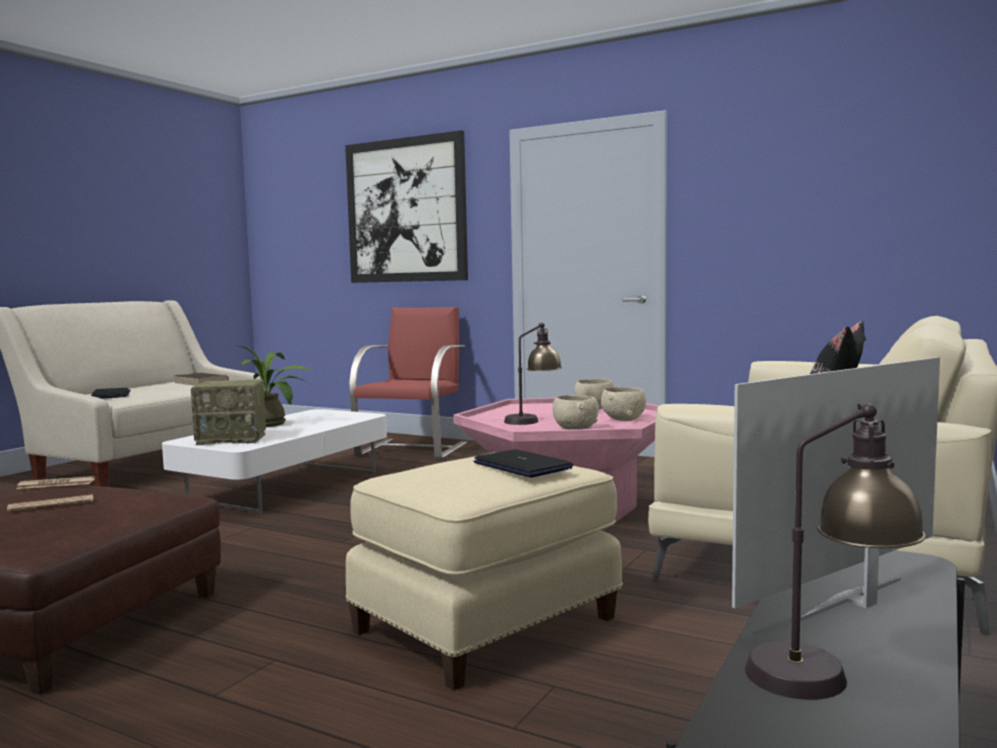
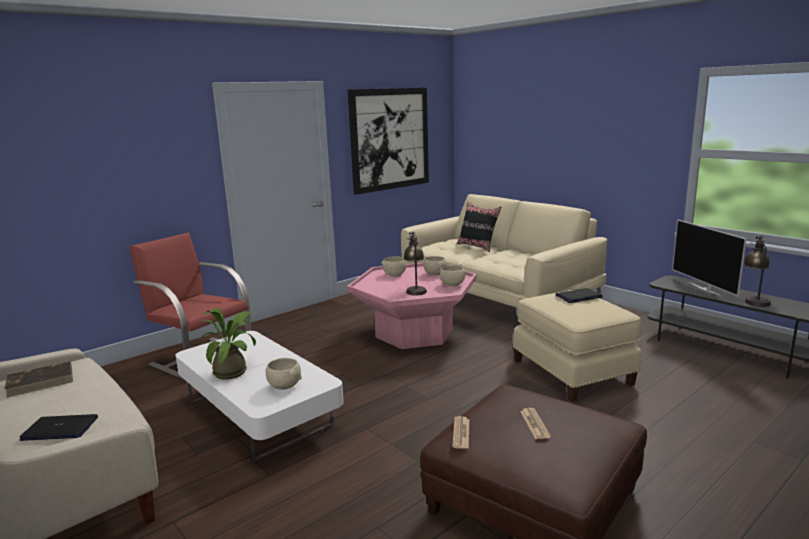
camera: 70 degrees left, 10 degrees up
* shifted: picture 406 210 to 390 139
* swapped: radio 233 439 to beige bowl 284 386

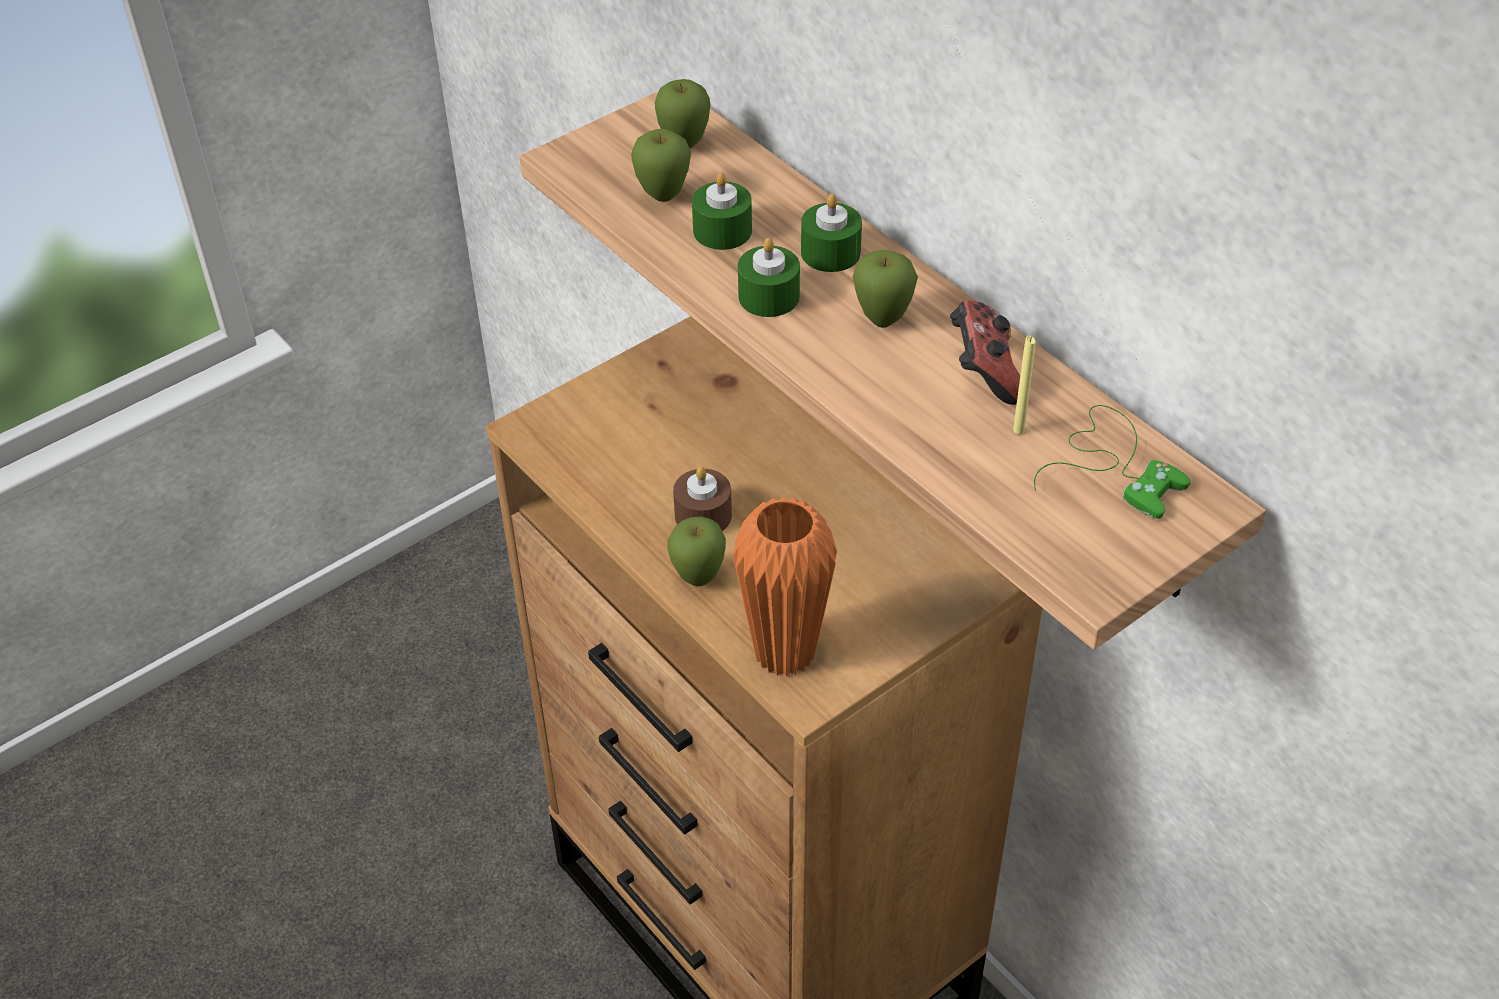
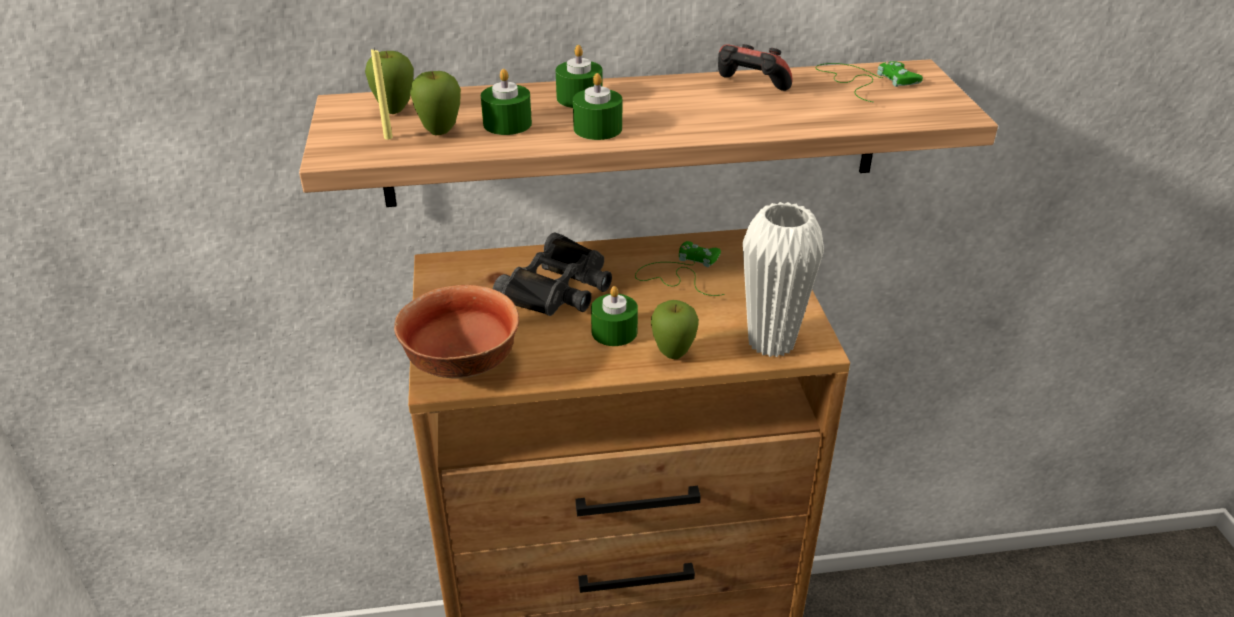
camera: 60 degrees left, 10 degrees down
* gone: apple 882 320
* shifted: yellow candle 1018 430 to 388 137
* repainted: brown candle 703 515 to green candle 614 331
* repainted: orange vase 784 653 to white vase 771 342
* new: black binoculars 559 288
* new: green game controller 681 273
* new: bowl 460 365

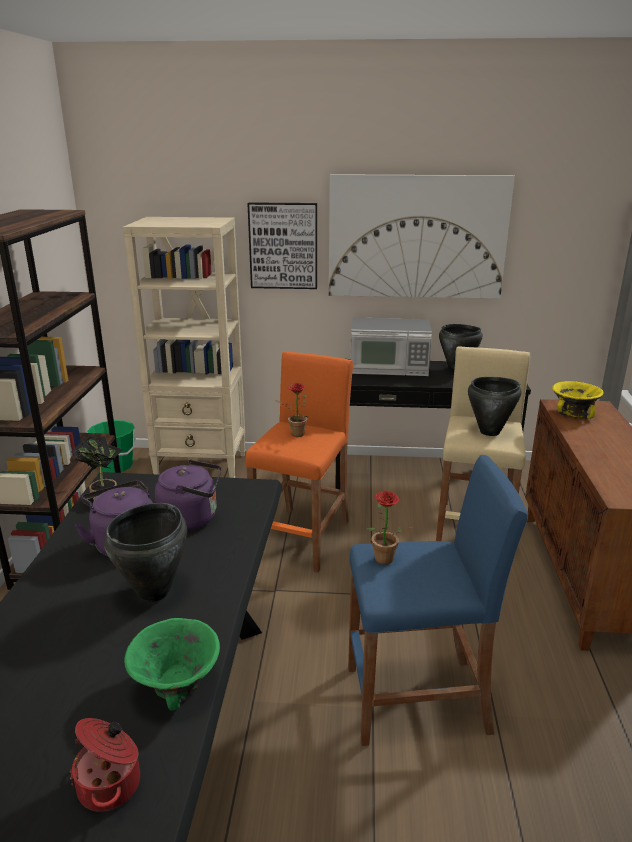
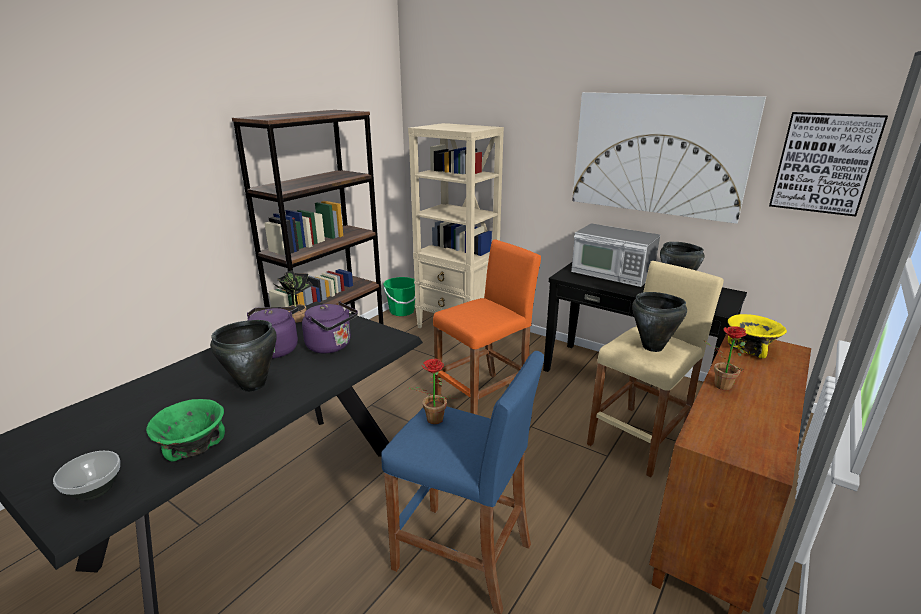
camera: 30 degrees right, 0 degrees up
* shifted: picture 283 246 to 824 163
* shifted: potted plant 294 434 to 718 385
* swapped: cooking pot 111 784 to bowl 95 489

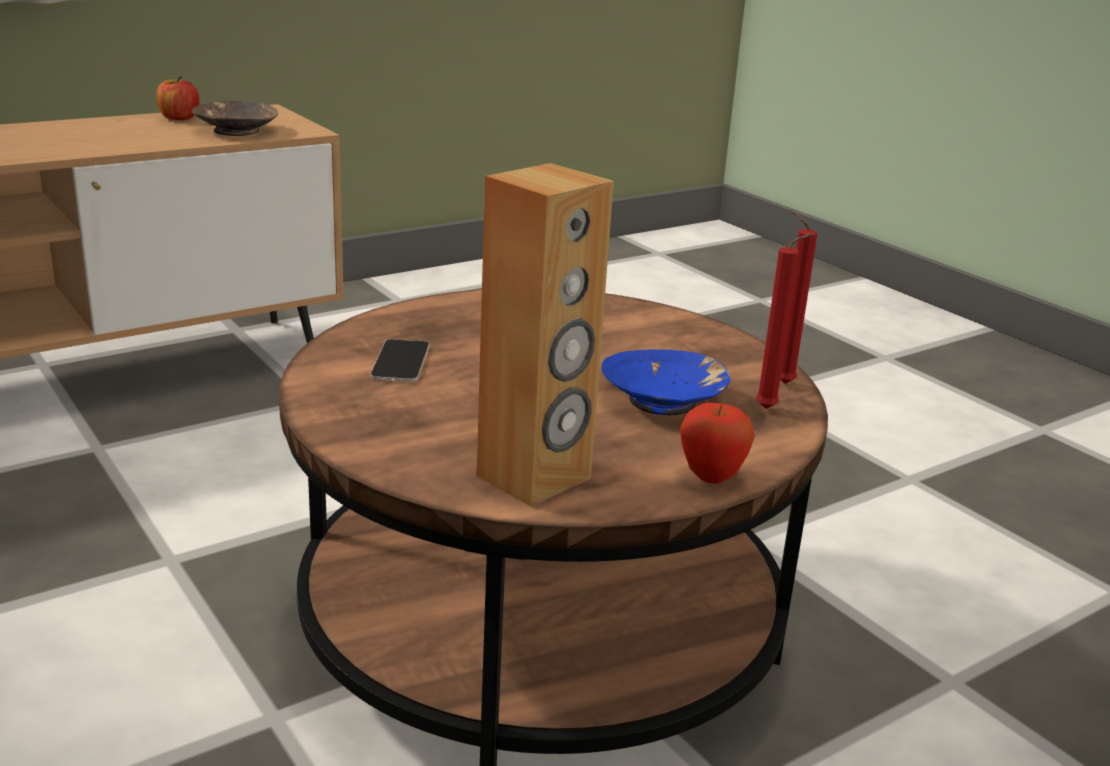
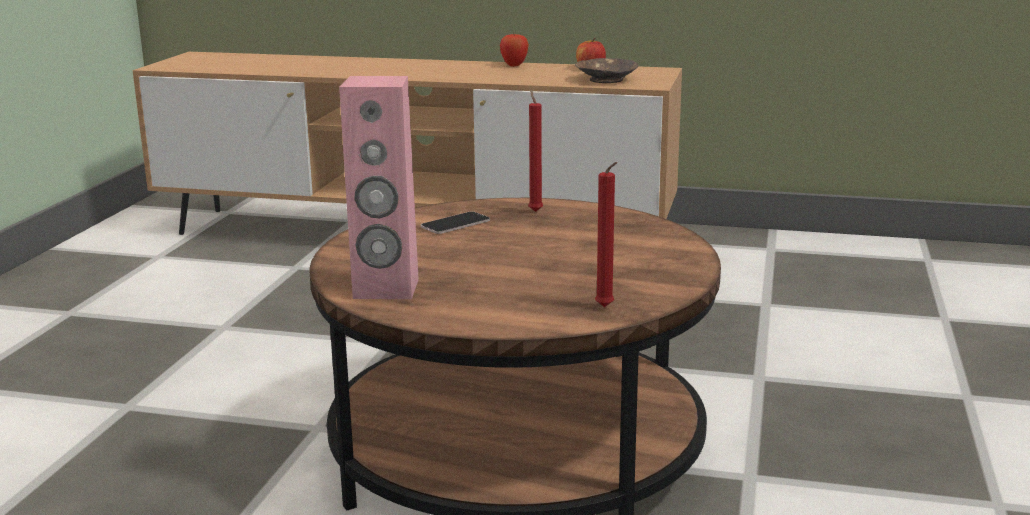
camera: 50 degrees right, 5 degrees down
* repainted: brown speaker 535 477 to pink speaker 386 289
* shifted: red candle 781 383 to 535 211
* gone: blue bowl 663 401
* shifted: apple 711 477 to 514 65

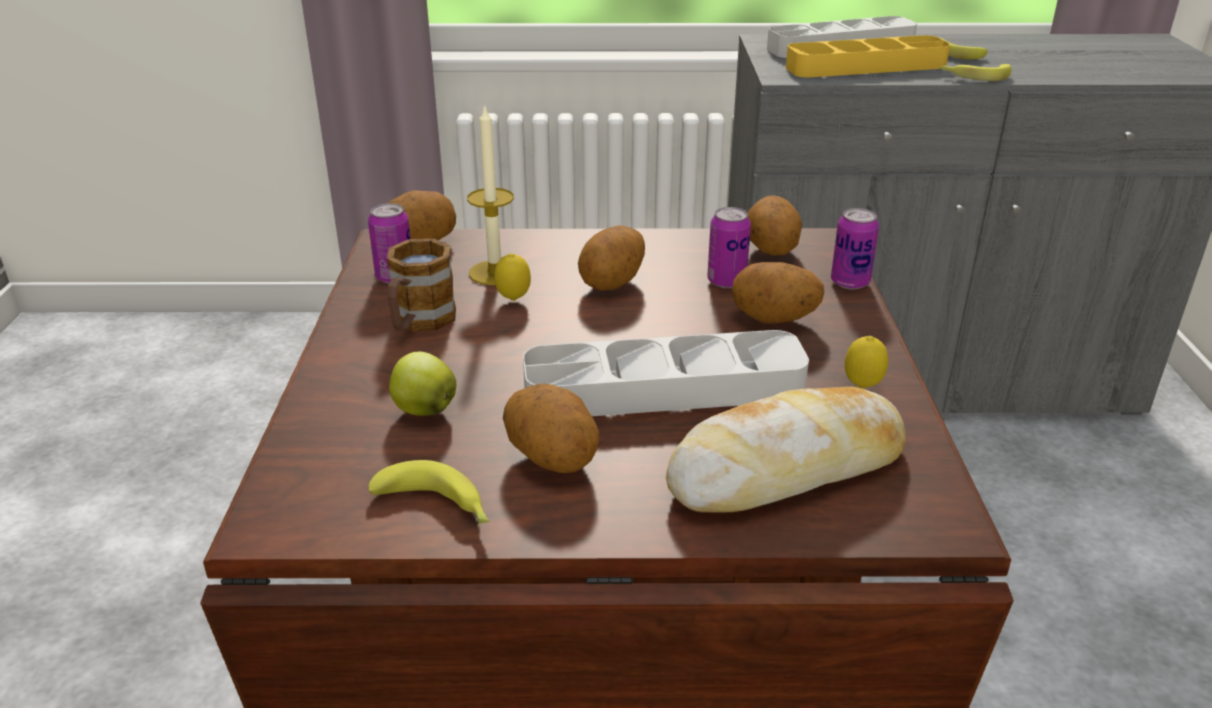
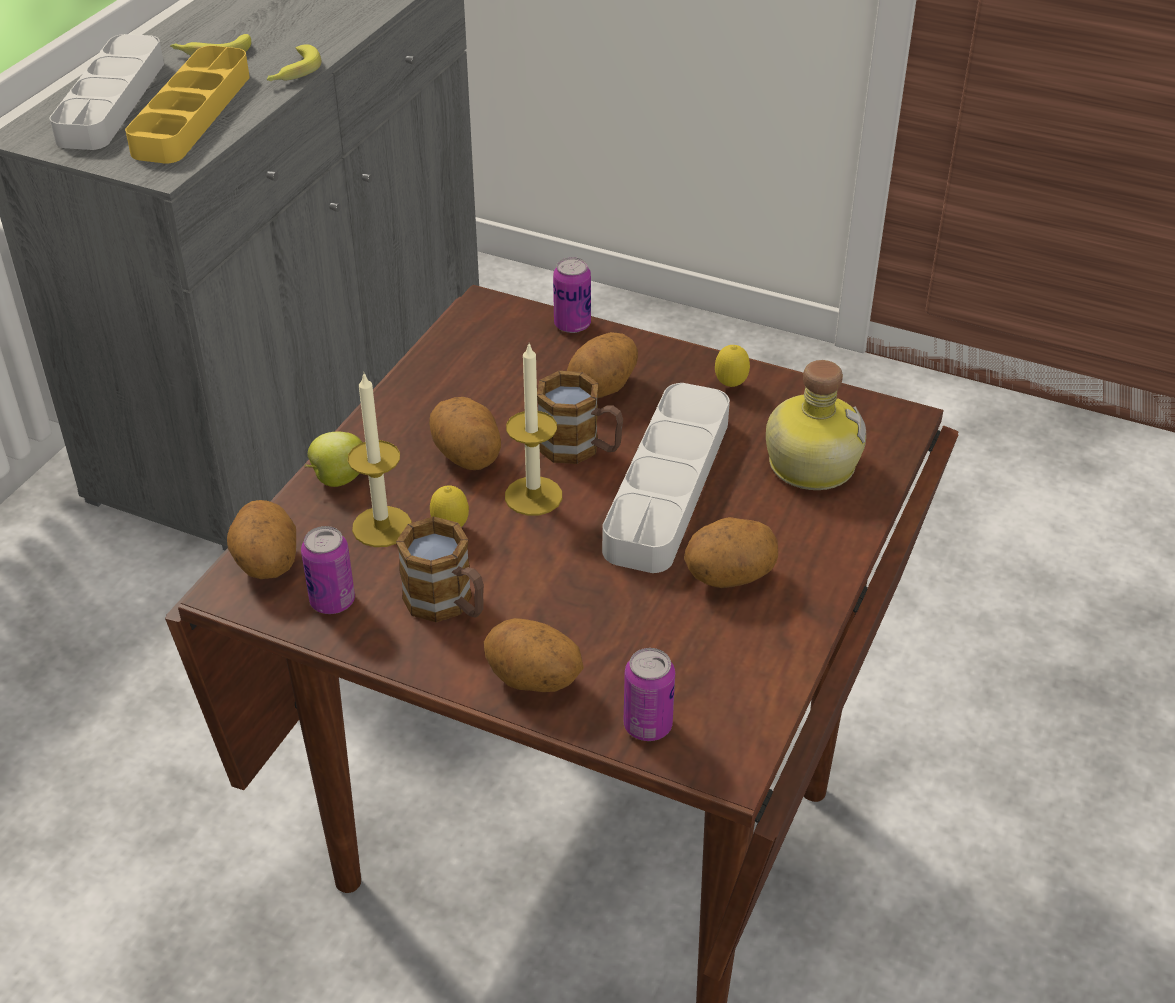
camera: 65 degrees left, 10 degrees up
* shifted: potato 770 251 to 532 681
* shifted: can 726 281 to 647 725
* shifted: apple 423 409 to 337 479
* swapped: bread 787 469 to bottle 809 463
* gone: banana 437 507
* new: candle 533 496
* new: mug 580 448

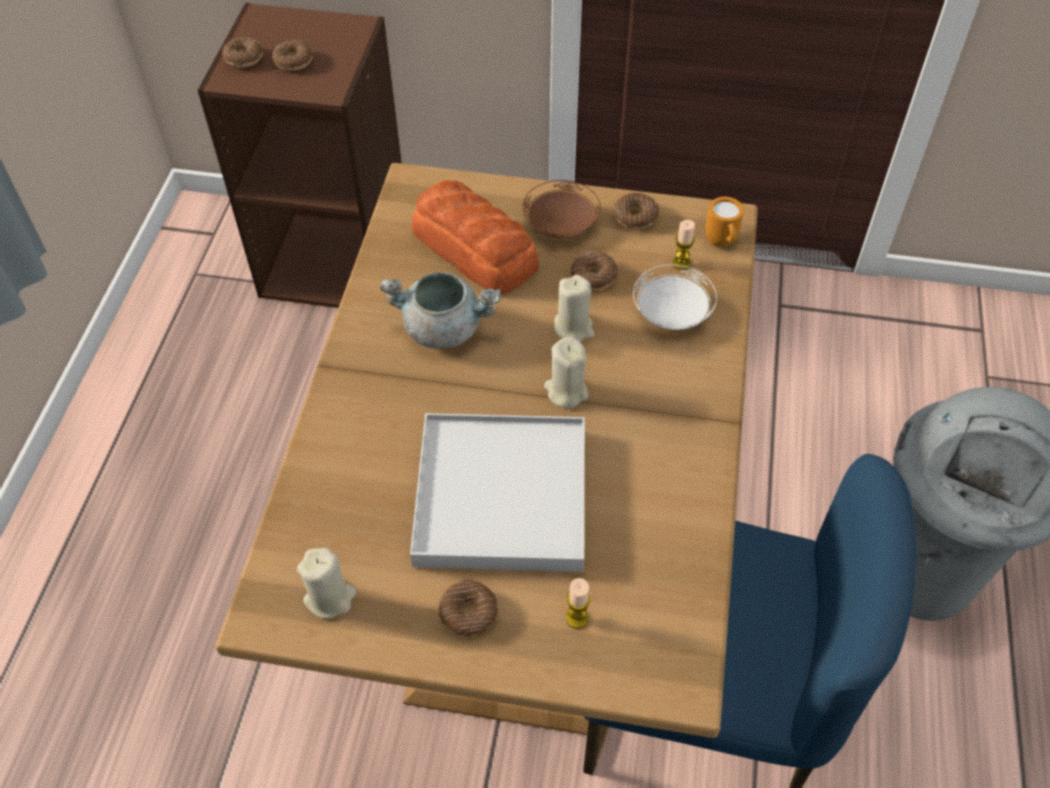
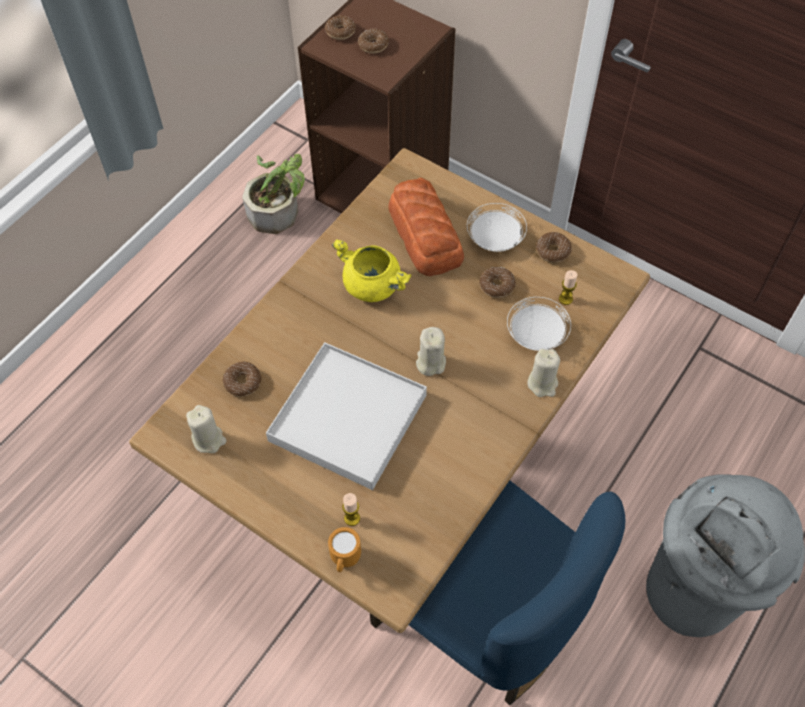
camera: 25 degrees right, 5 degrees up
* repainted: brown plate 561 225 to white plate 495 238
* shifted: orange mug 722 243 to 345 561
* repainted: grey cooking pot 444 328 to yellow cooking pot 373 285
* shifted: beige candle 574 327 to 542 383
* shifted: donut 468 612 to 242 382
* new: potted plant 279 210

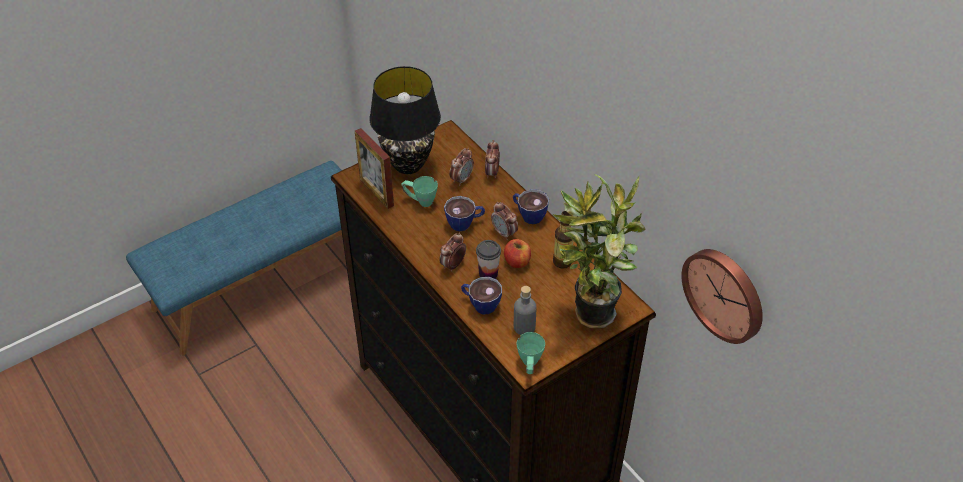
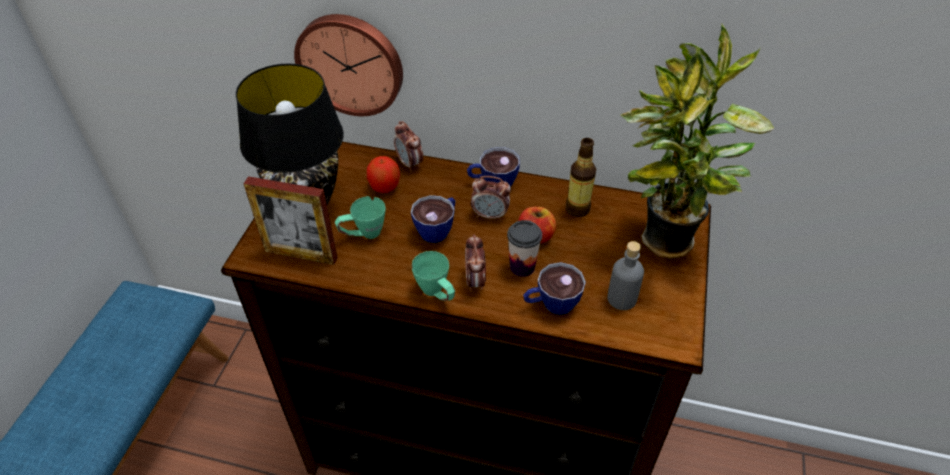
camera: 40 degrees left, 0 degrees up
* swapped: alarm clock 461 179 to apple 384 187
* shifted: wall clock 725 293 to 351 63
* shifted: green mug 529 366 to 437 294

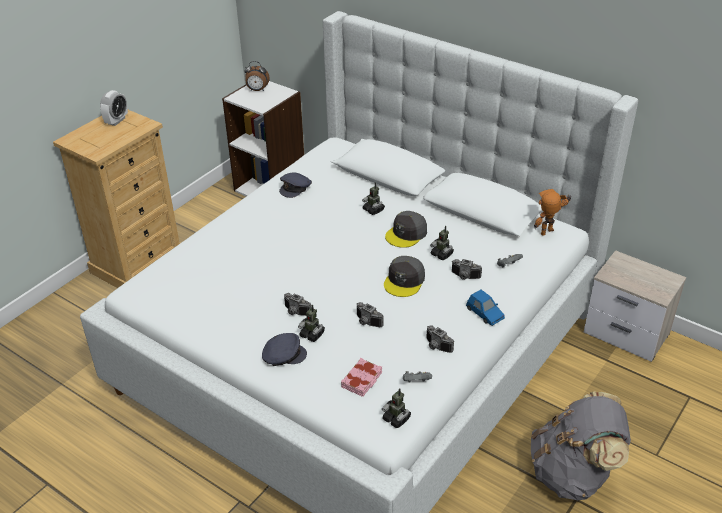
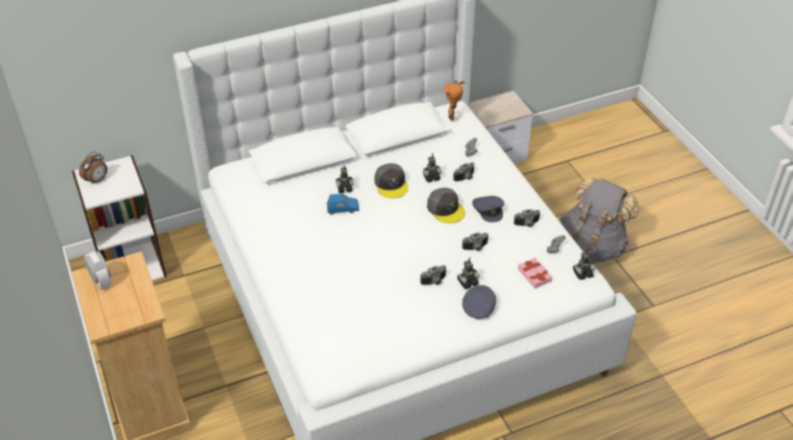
camera: 60 degrees left, 5 degrees up
* shifted: grey cap 295 188 to 488 210
* shifted: blue toy car 484 313 to 343 208

